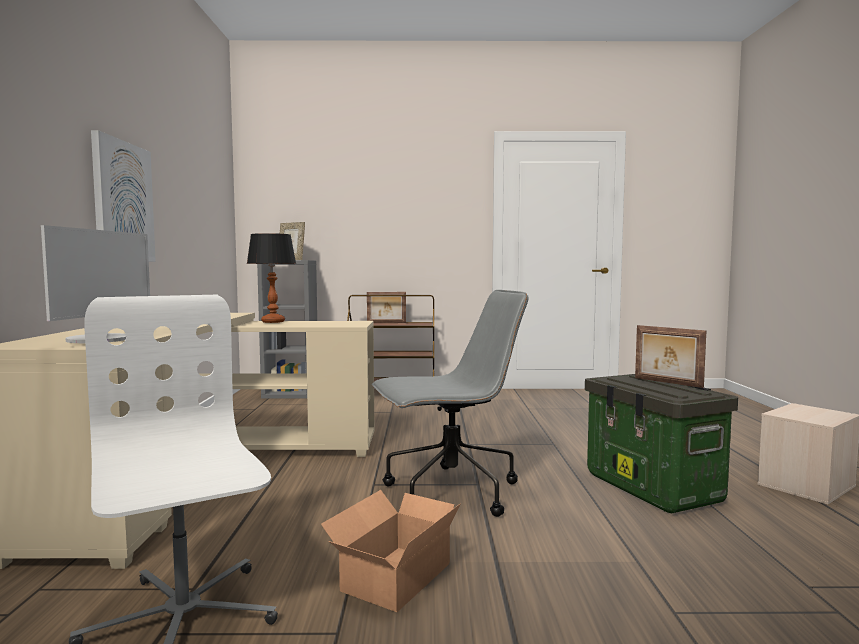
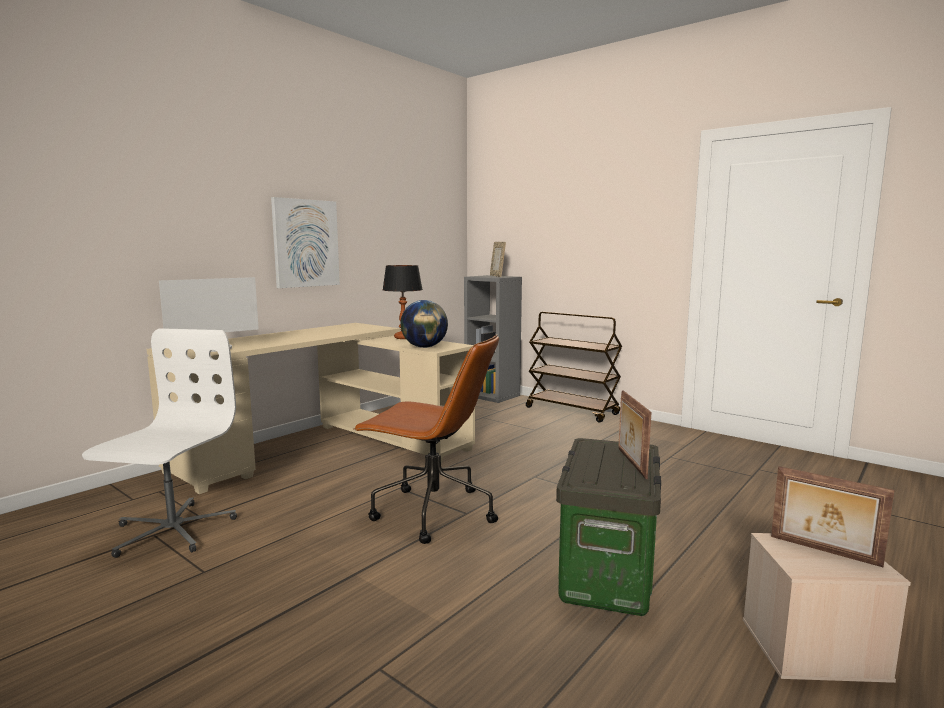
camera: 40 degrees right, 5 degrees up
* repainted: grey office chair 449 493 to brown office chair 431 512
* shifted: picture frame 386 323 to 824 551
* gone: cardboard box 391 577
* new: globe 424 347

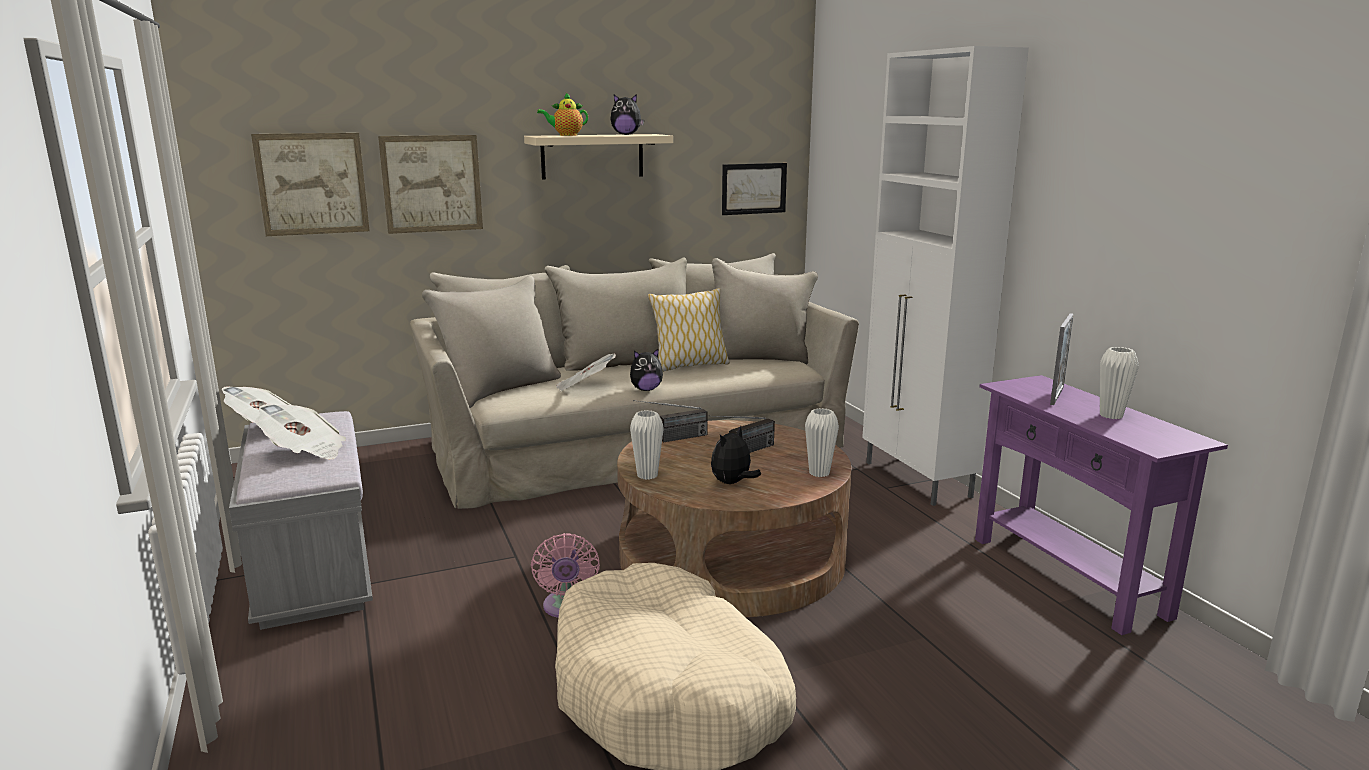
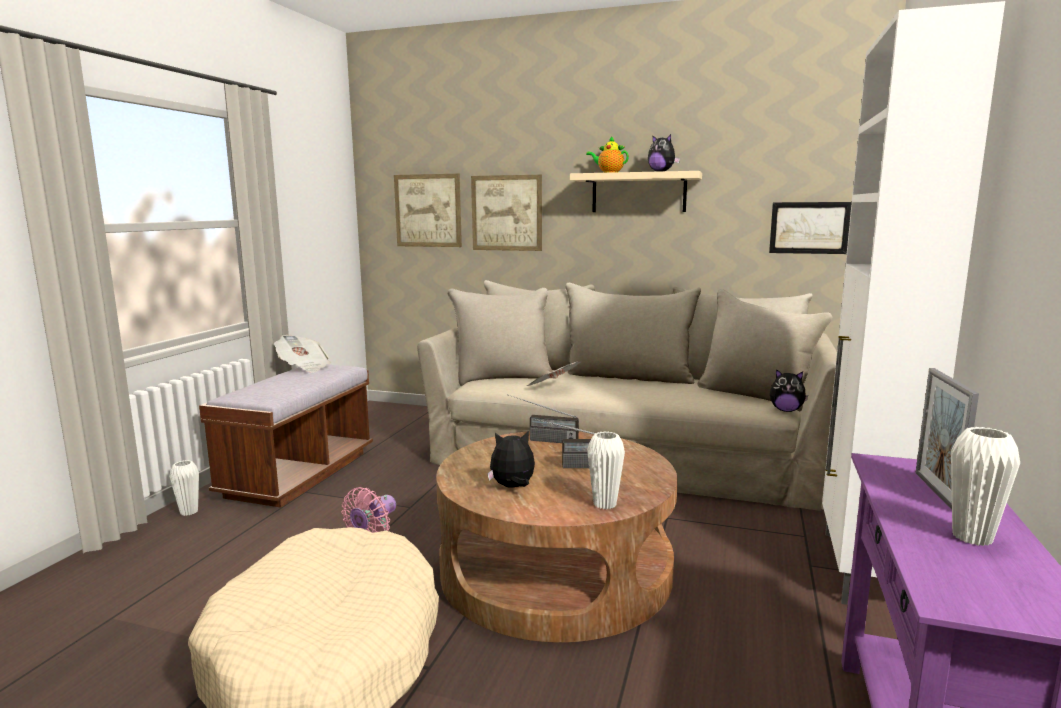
camera: 40 degrees right, 5 degrees down
* gone: pillow 689 365
* rotated: picture frame 1057 396 = 936 491 120 degrees clockwise
* shifted: plush toy 646 389 to 786 410
* gone: newspaper 305 451
* shifted: white vase 647 475 to 189 512
* repainted: grey bench 313 571 to brown bench 299 474

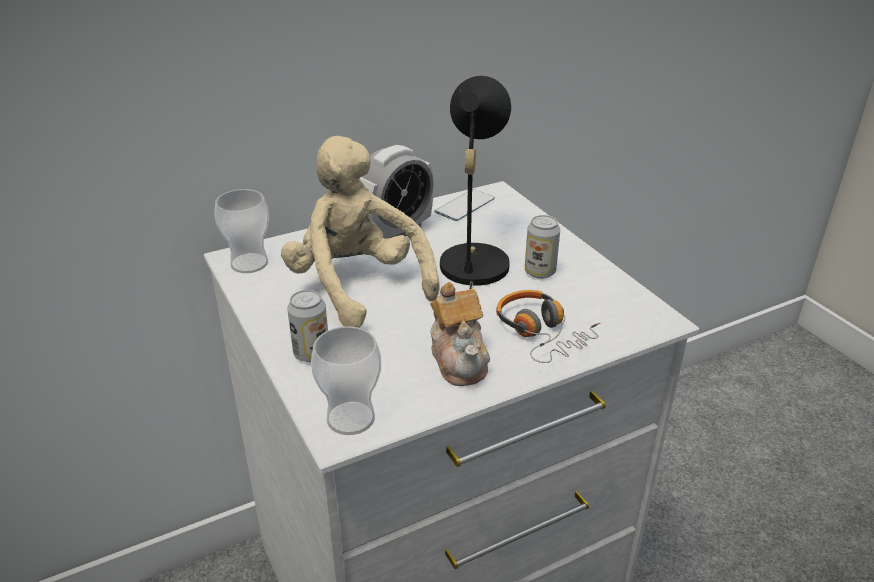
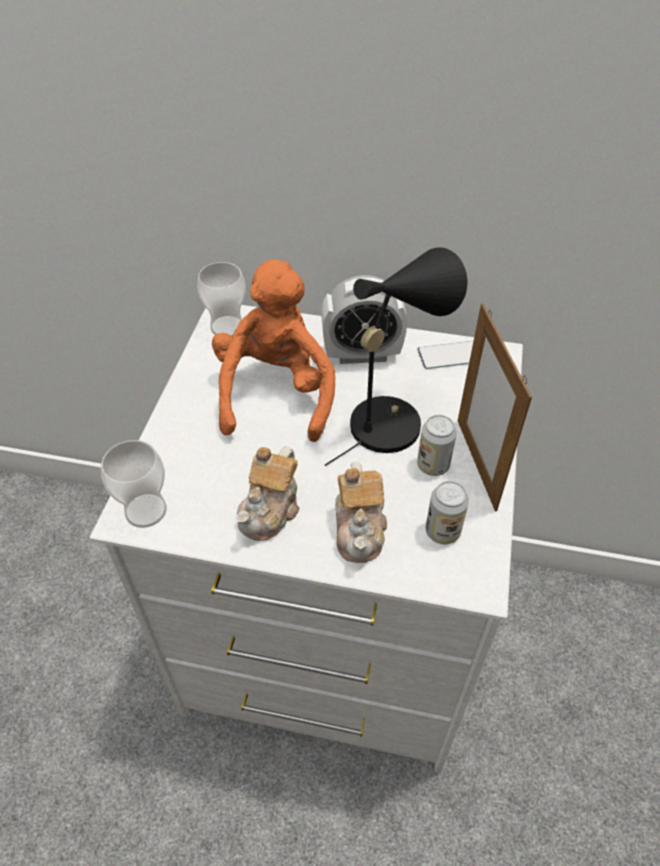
camera: 40 degrees right, 15 degrees up
* repainted: beige plush toy 357 286 to orange plush toy 276 393
* shifted: can 311 353 to 442 531
* swapped: headphones 542 333 to teapot 360 528
* new: picture frame 476 463

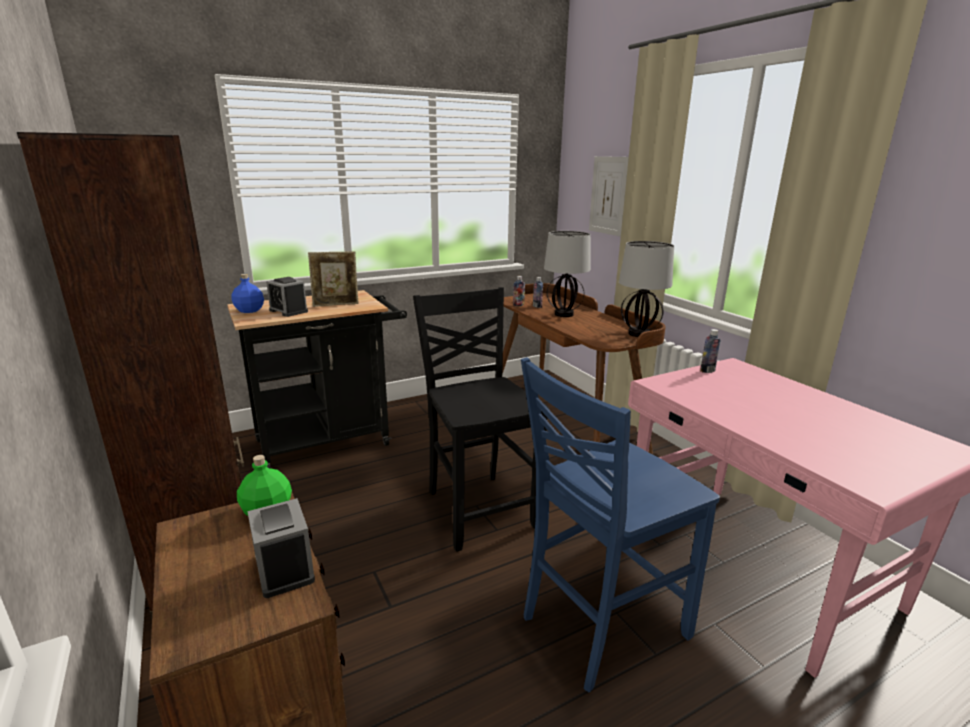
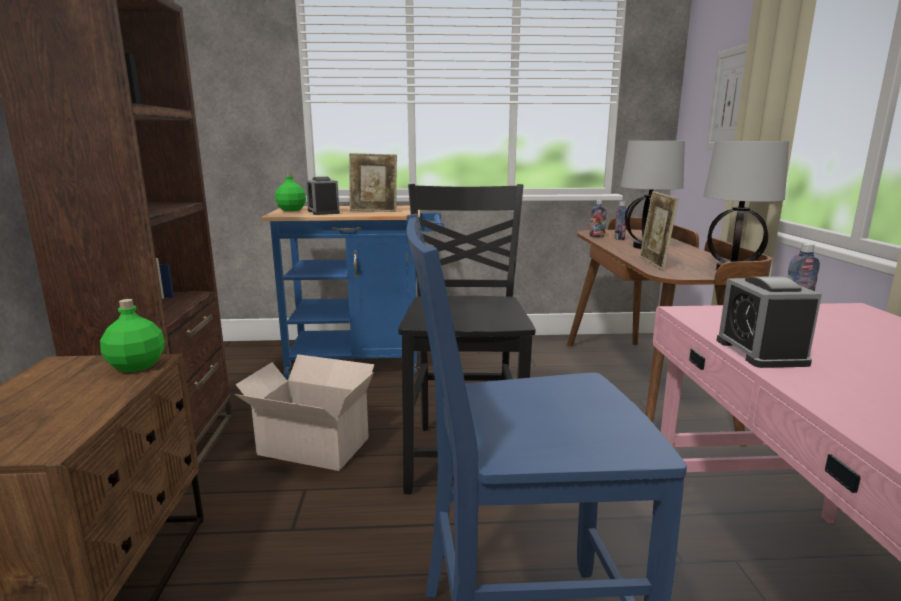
camera: 25 degrees right, 5 degrees down
* repainted: blue bottle 249 310 to green bottle 291 210
* repainted: black cart 331 440 to blue cart 364 361
* shifted: alarm clock 284 568 to 760 352
* new: picture frame 654 264
* new: cardboard box 311 445

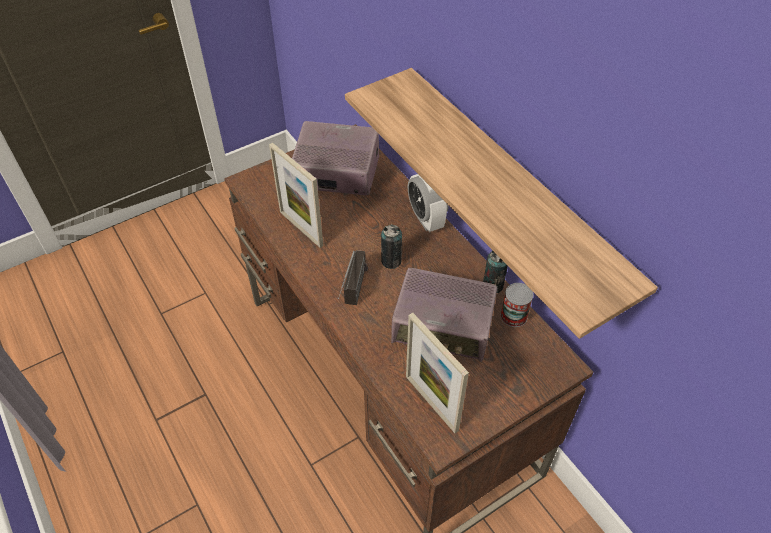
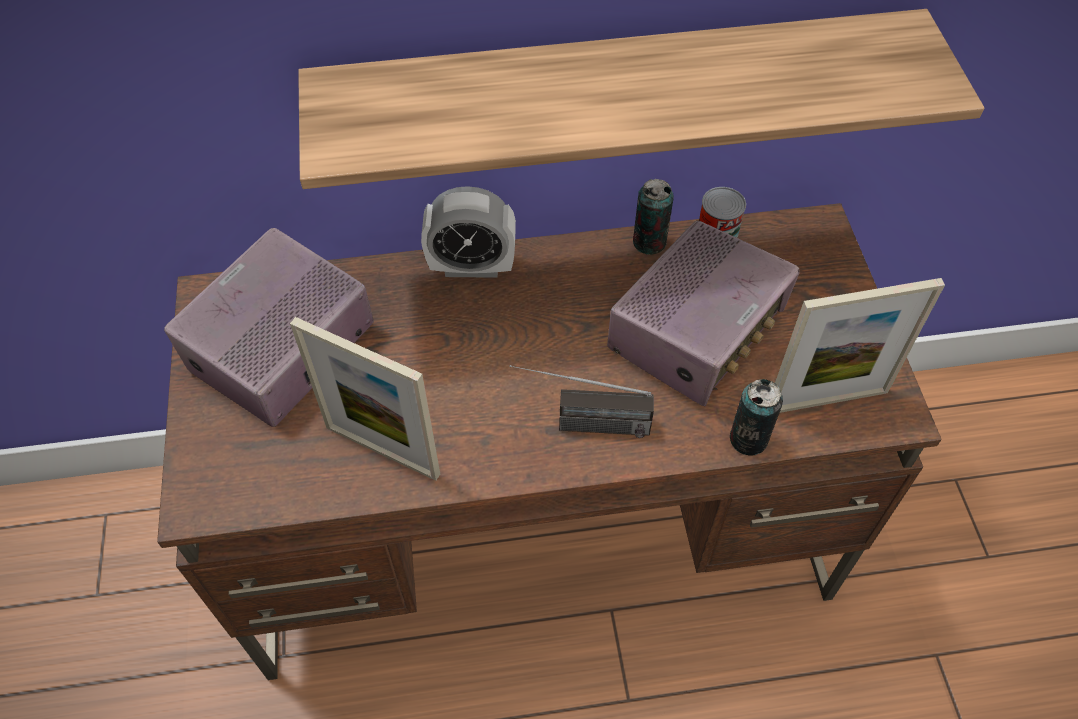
camera: 65 degrees left, 5 degrees up
* rotated: picture frame 301 228 = 382 451 45 degrees clockwise
* shifted: can 391 261 to 748 439
* rotated: radio 354 296 = 579 424 150 degrees clockwise

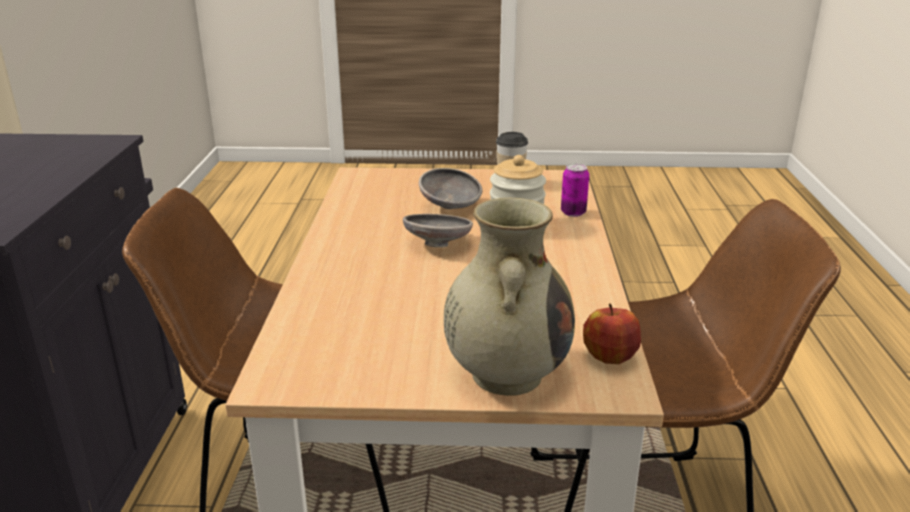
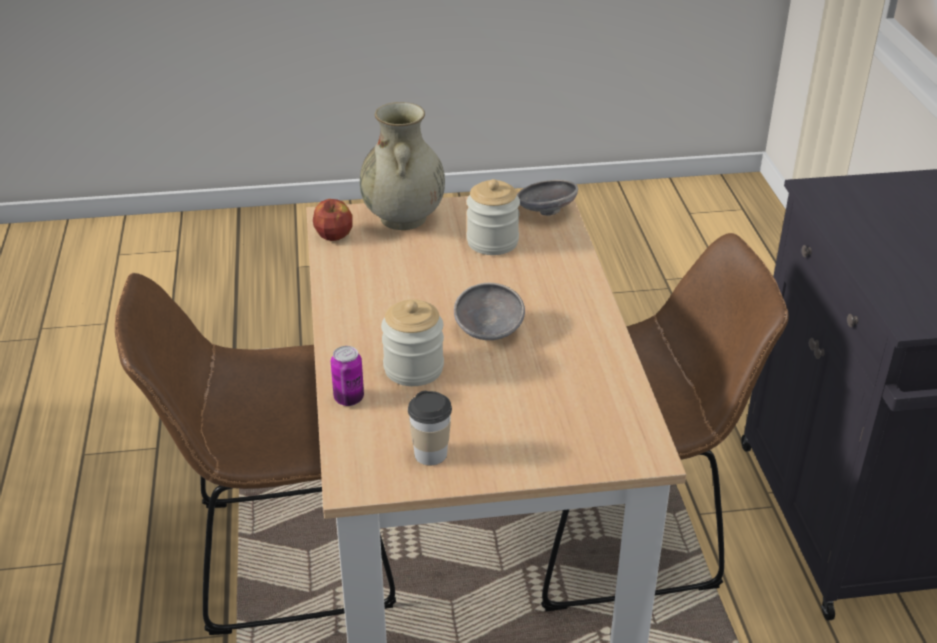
camera: 170 degrees right, 10 degrees up
* shifted: grey bowl 451 207 to 545 211
* new: jar 492 242

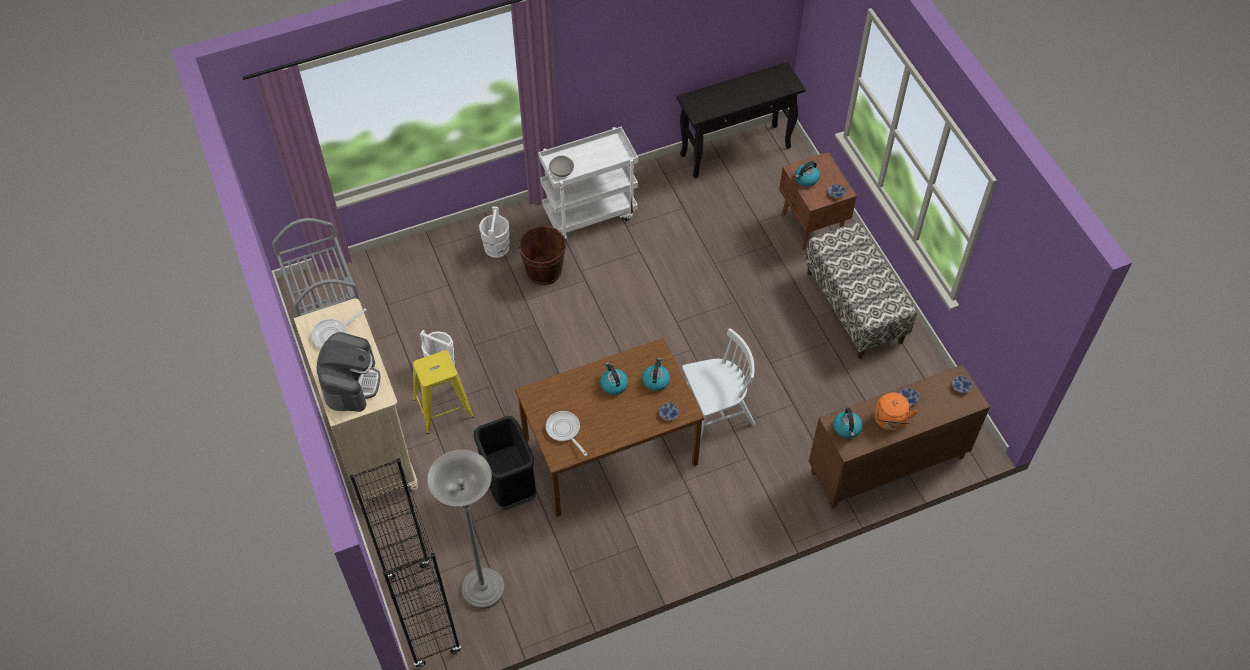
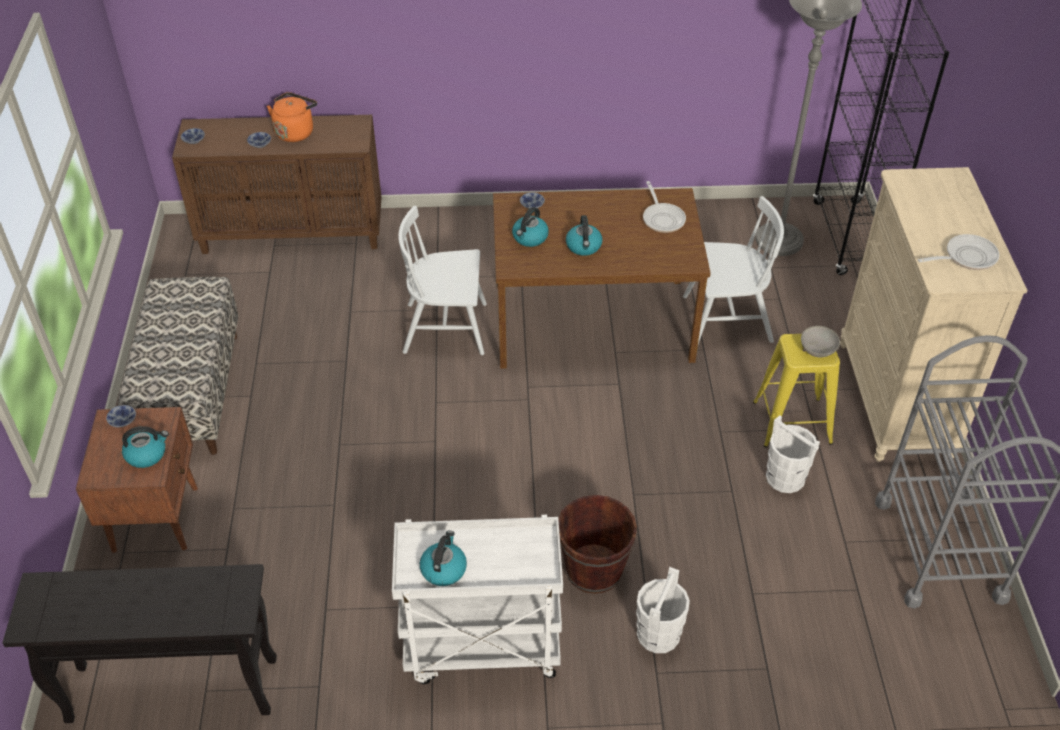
camera: 160 degrees left, 10 degrees down
* shifted: grey bowl 561 171 to 818 349
* gone: coffee machine 351 383
* shifted: kettle 847 428 to 443 569
* swapped: black trash can 509 487 to white chair 726 319

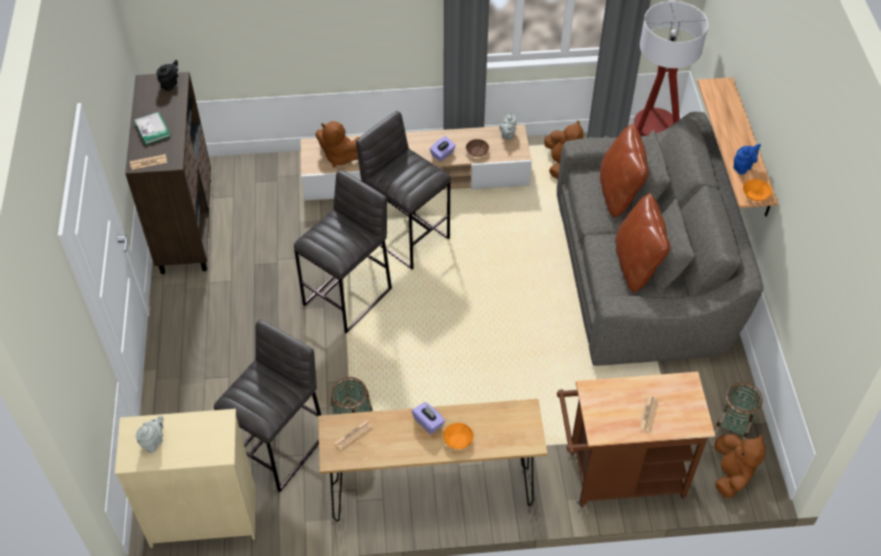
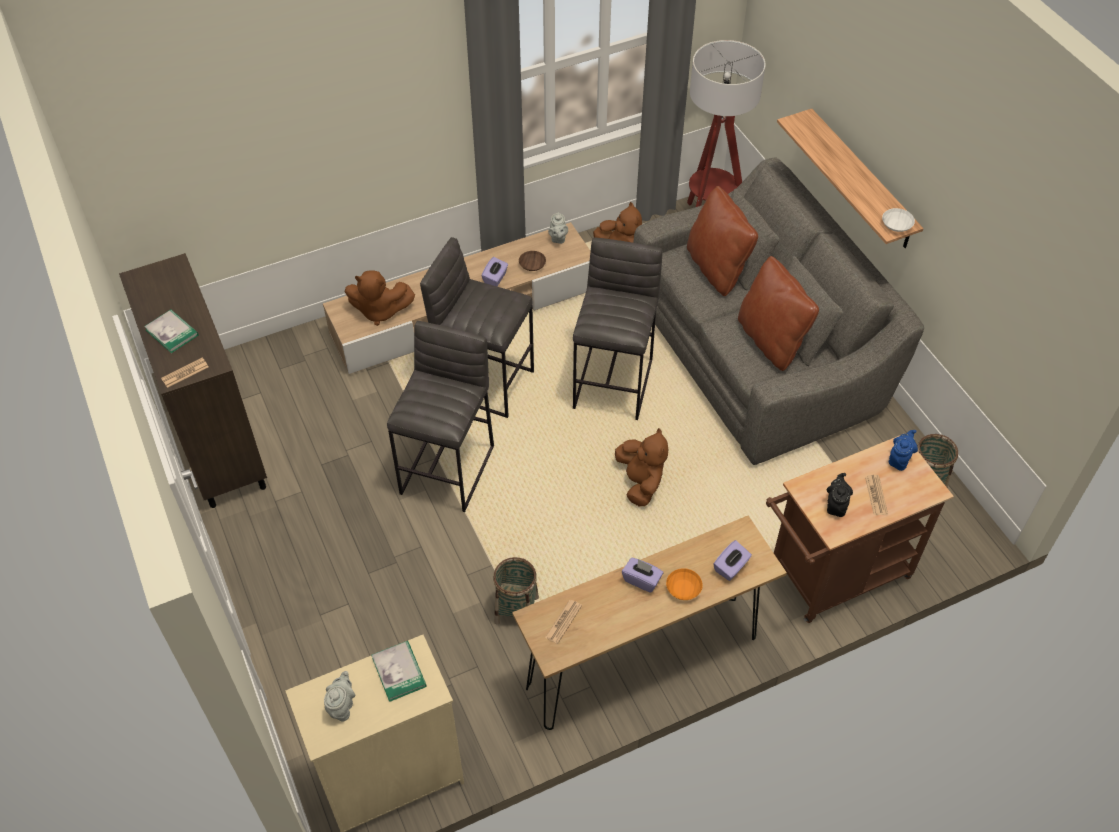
camera: 20 degrees left, 0 degrees up
* shifted: black teapot 170 84 to 836 505
* shifted: blue teapot 743 167 to 899 459
* repainted: orange bowl 755 194 to white bowl 896 224
* shifted: grey stool 279 447 to 614 383
* shifted: brown plush toy 731 474 to 640 482
* new: purple tissue box 731 567
* new: book 399 672

